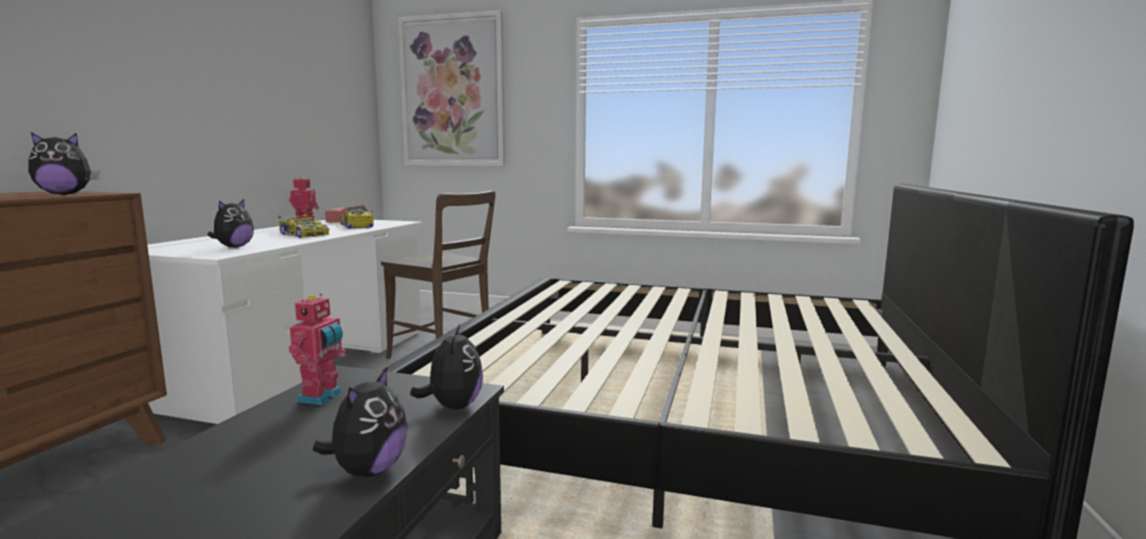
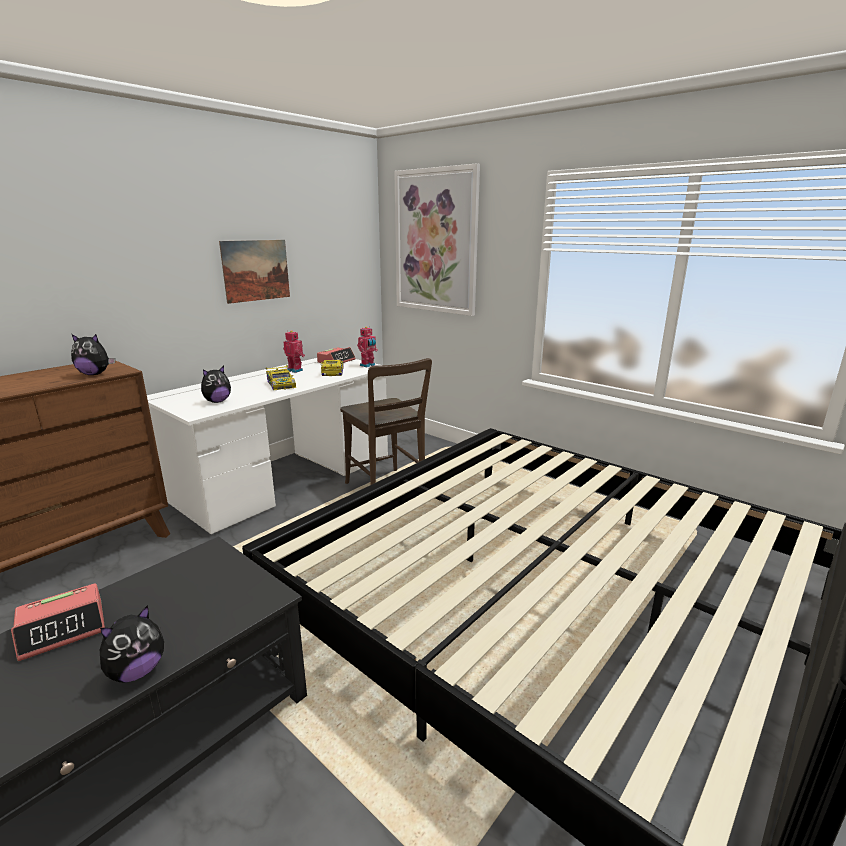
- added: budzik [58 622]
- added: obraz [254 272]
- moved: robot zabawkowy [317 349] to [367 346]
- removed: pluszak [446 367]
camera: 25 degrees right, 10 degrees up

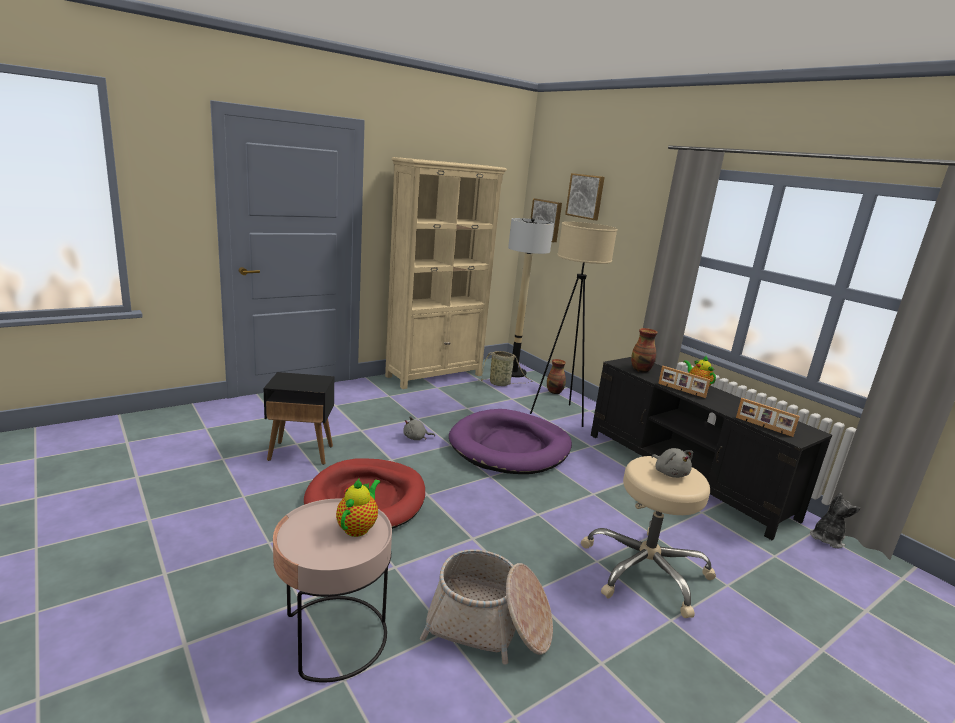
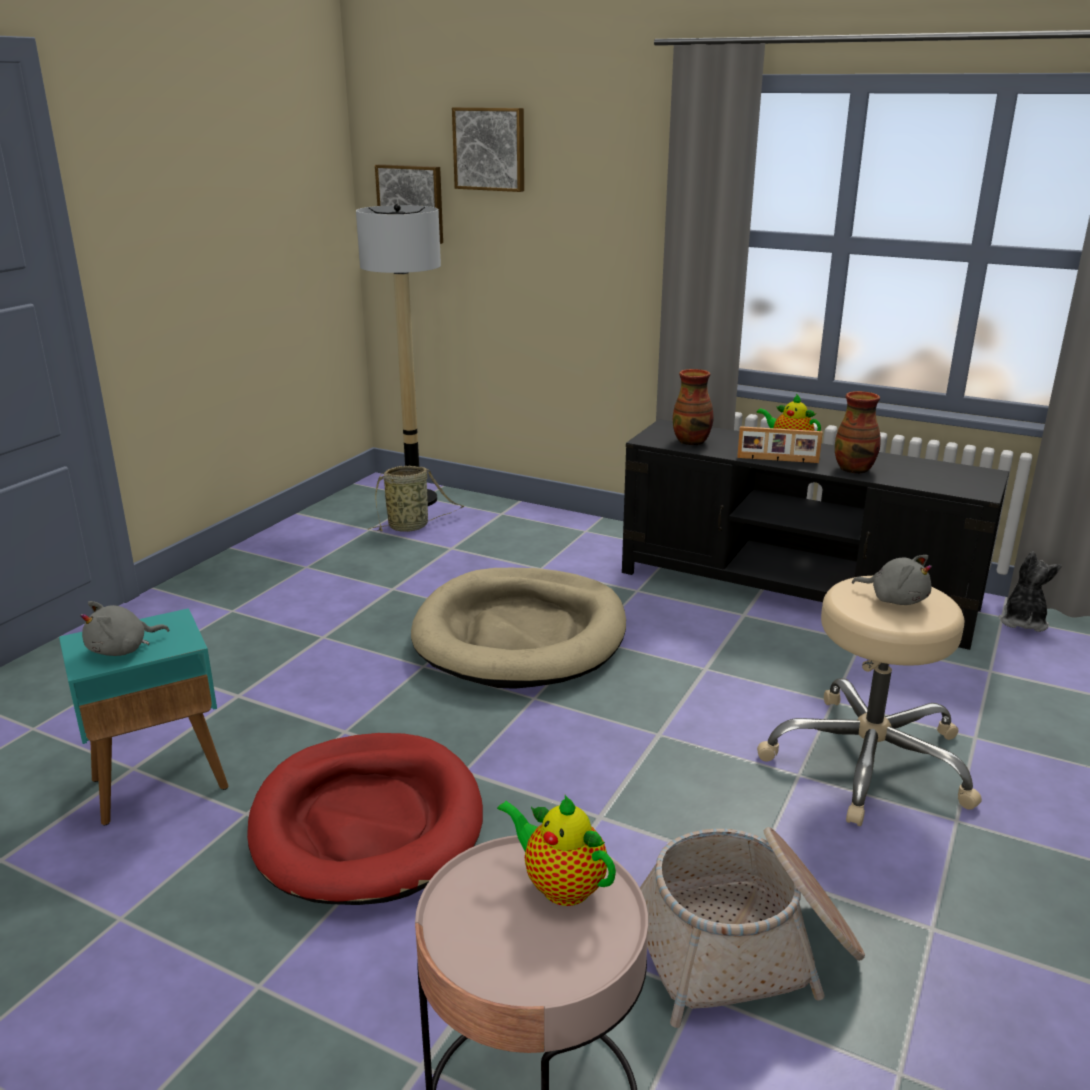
- recoloured: stolik/czarny [299 418] to stolik/turkusowy [143 716]
- moved: pluszak/szary [419 428] to [125 628]
- recoloured: legowisko/fioletowy [510 441] to legowisko/beżowy [518 628]
- turned: imbryk [358 508] = [556 850] 45 degrees counterclockwise
- moved: wazon [556 376] to [858 432]
- removed: regał/beżowy [446 273]
- removed: lampa stojąca/beżowy [573 324]
- removed: ramka na zdjęcie [768 417]
camera: 25 degrees left, 5 degrees up

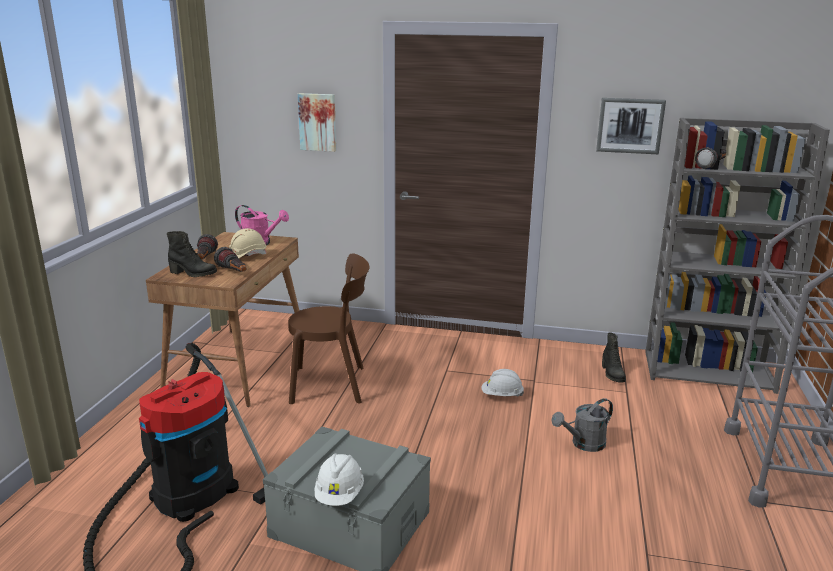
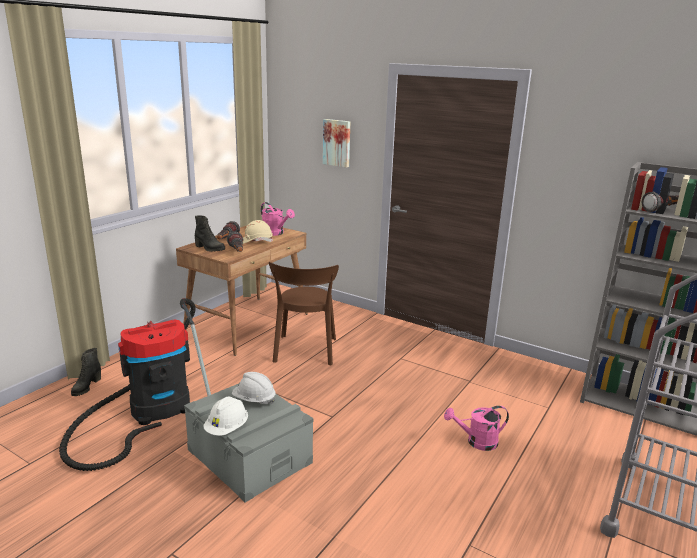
- moved: but z cholewką/czarny [614 357] to [86 372]
- moved: kask/biały [503 382] to [254 388]
- turned: krzesło/brązowy [329 328] = [304 313] 75 degrees clockwise
- recoloured: konewka/szary [582 425] to konewka/różowy [476 428]
- removed: obraz [631 126]
camera: 20 degrees right, 0 degrees up

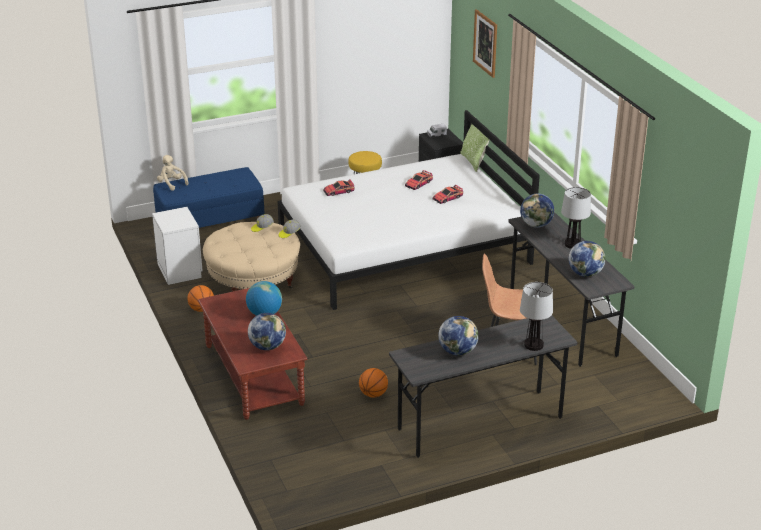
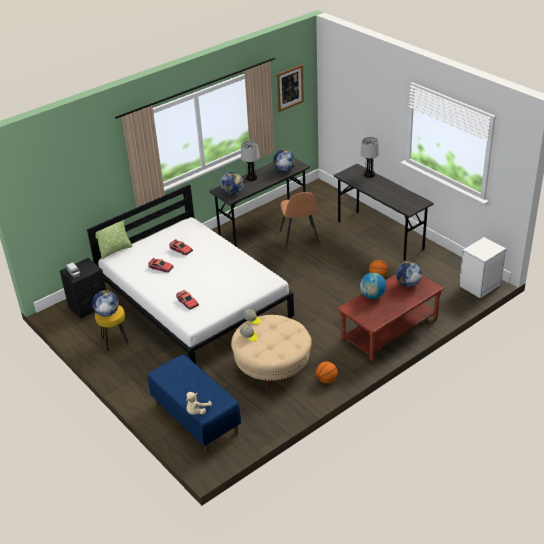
- moved: globus [458 336] to [105 303]
- moved: obraz [485 43] to [290 88]
- moved: szafka nocna/biały [177 246] to [482 267]
camera: 105 degrees left, 5 degrees up

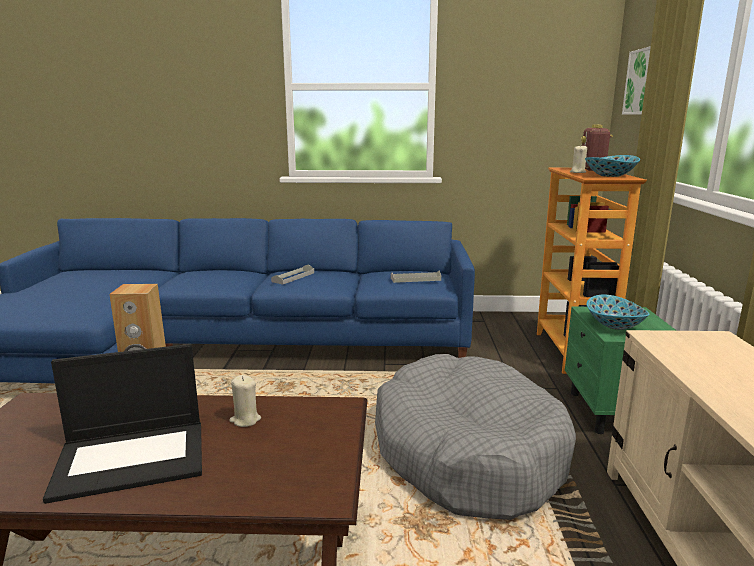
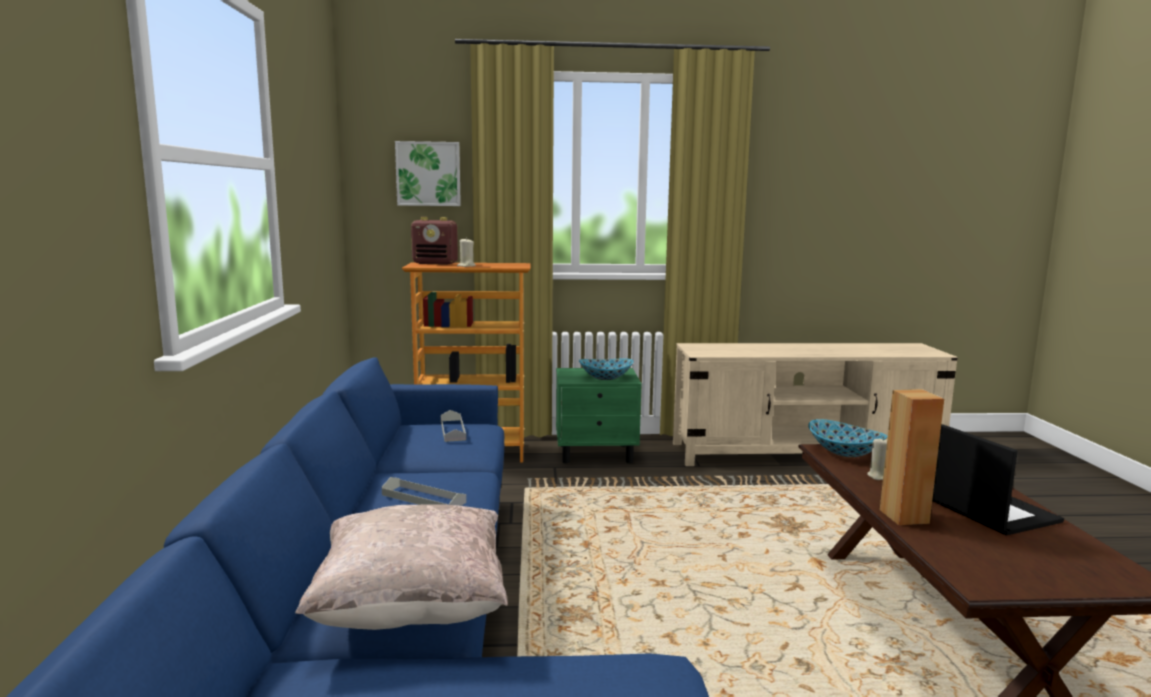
- added: poduszka/beżowy [401 567]
- moved: miska [612 166] to [847 438]
- removed: legowisko/szary [475 437]
camera: 95 degrees left, 5 degrees down

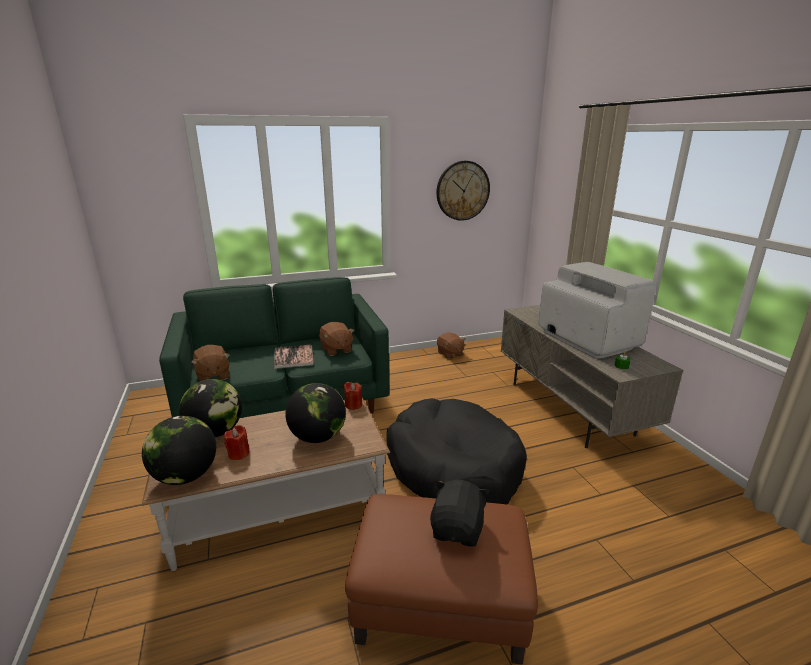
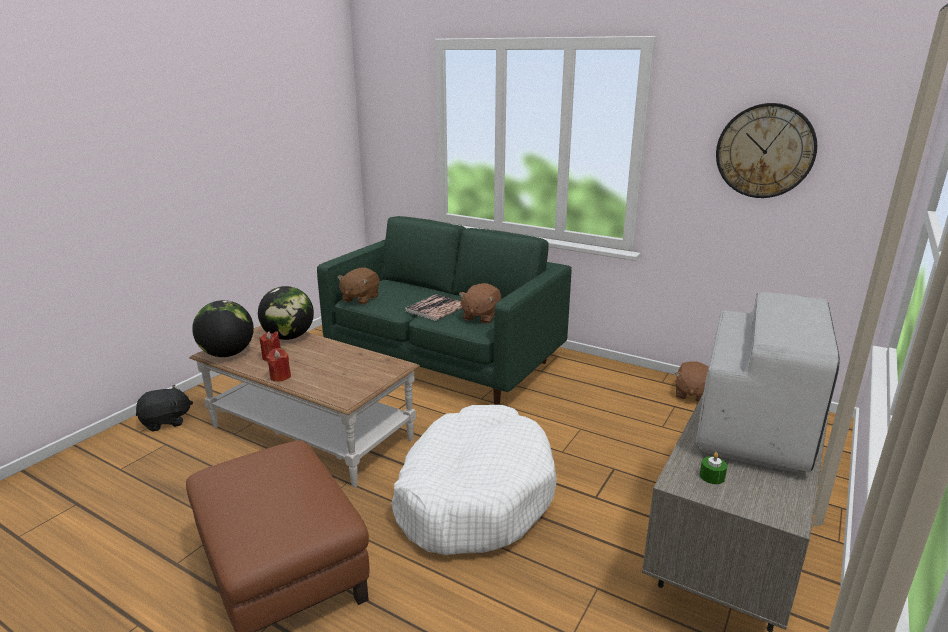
- moved: pluszak/czarny [460 513] to [164 408]
- moved: świeca/czerwony [353 396] to [278 365]
- recoloured: legowisko/czarny [456 451] to legowisko/biały [474 480]
- removed: globus [315 413]
camera: 50 degrees right, 0 degrees up

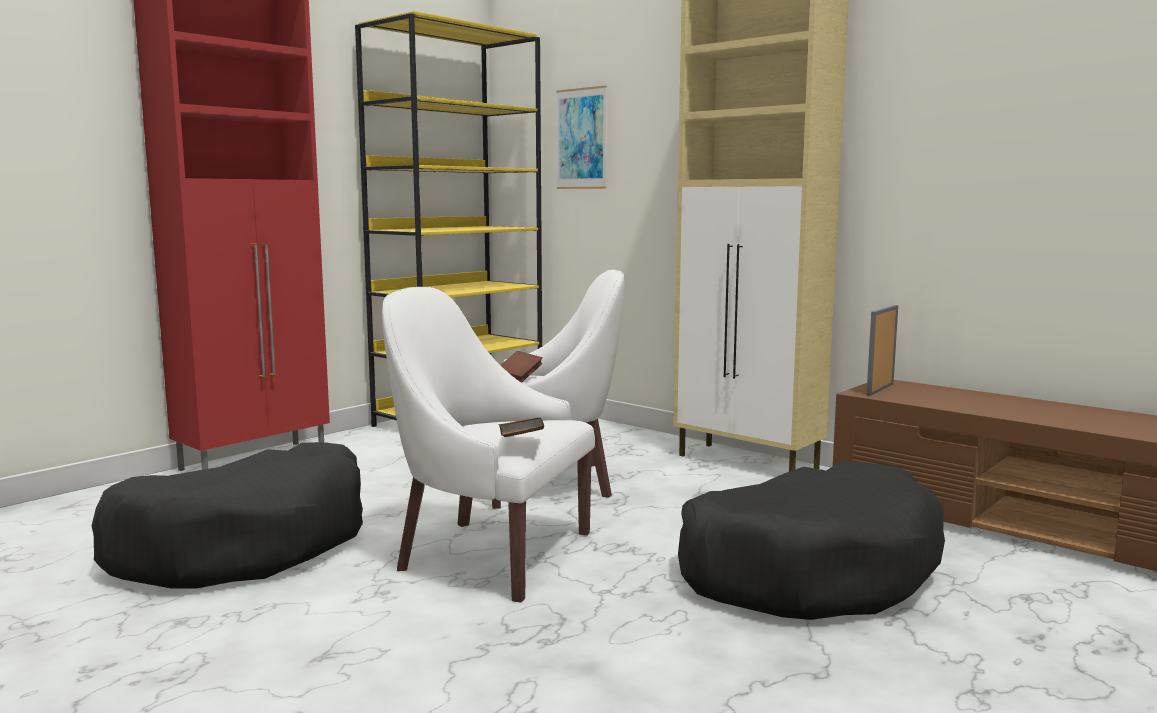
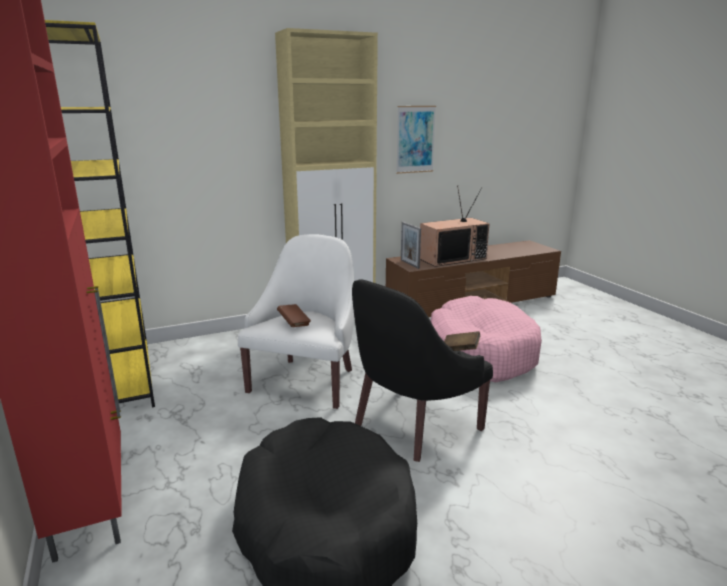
- recoloured: fotel/biały [488 445] to fotel/czarny [422 370]
- moved: obraz [581 137] to [416 140]
- added: telewizor [455 226]
- recoloured: legowisko/czarny [811 541] to legowisko/różowy [486 339]
camera: 65 degrees left, 10 degrees up

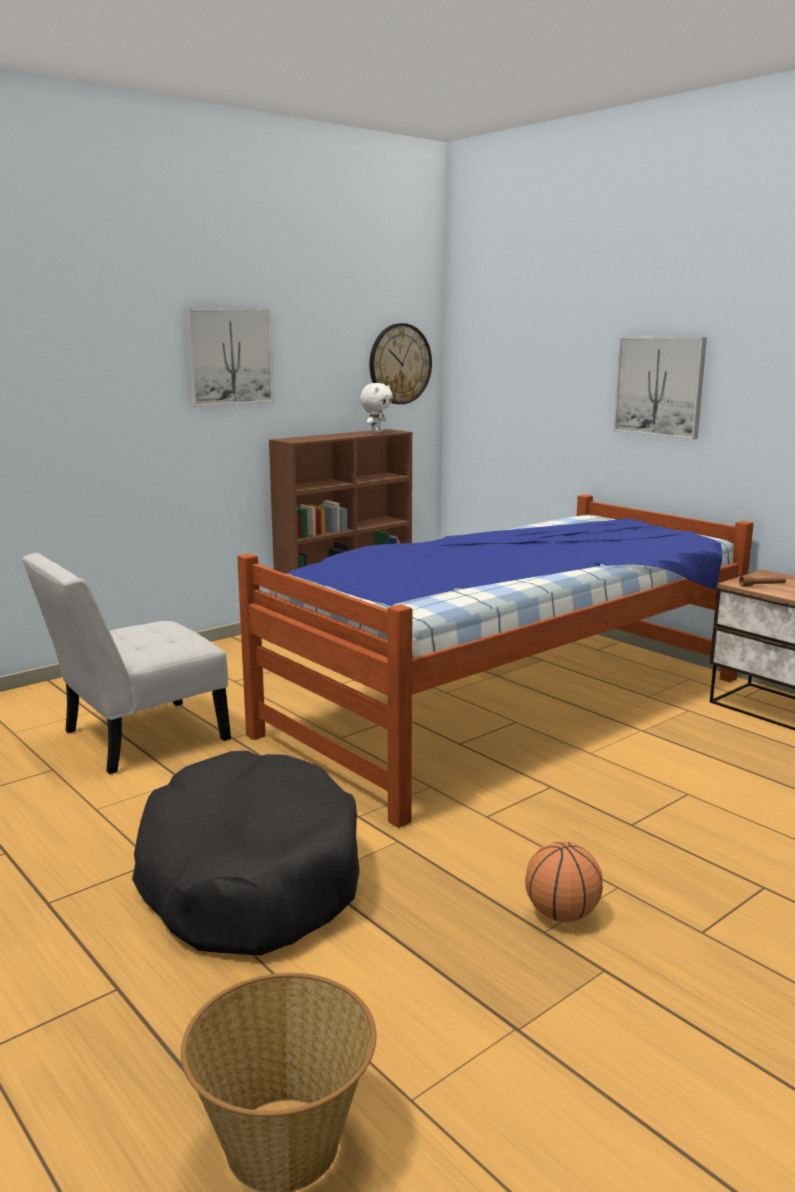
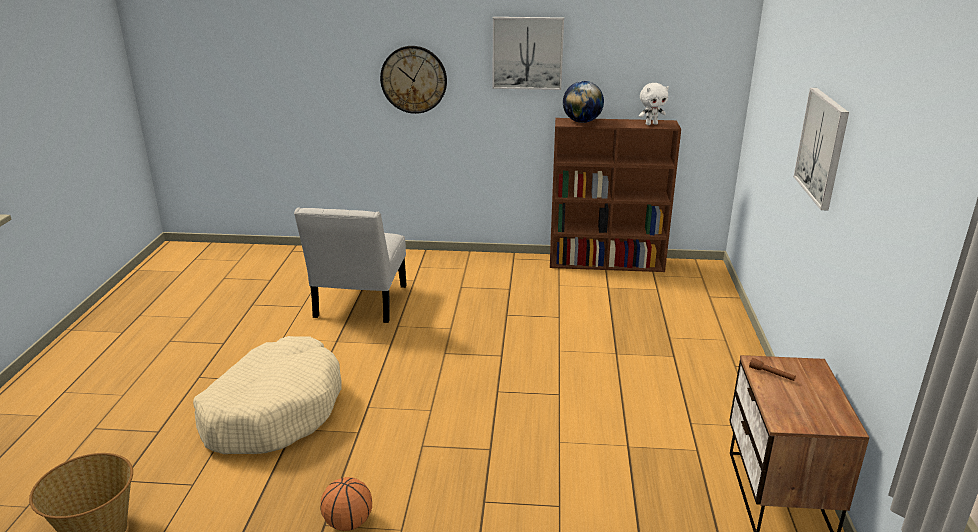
- recoloured: legowisko/czarny [246 853] to legowisko/beżowy [267 395]
- turned: krzesło/biały [126 663] = [350 265] 90 degrees counterclockwise
- moved: zegar ścienny [401 363] to [413 80]
- added: globus [583 102]
- removed: łóżko [495 661]
camera: 45 degrees right, 10 degrees up

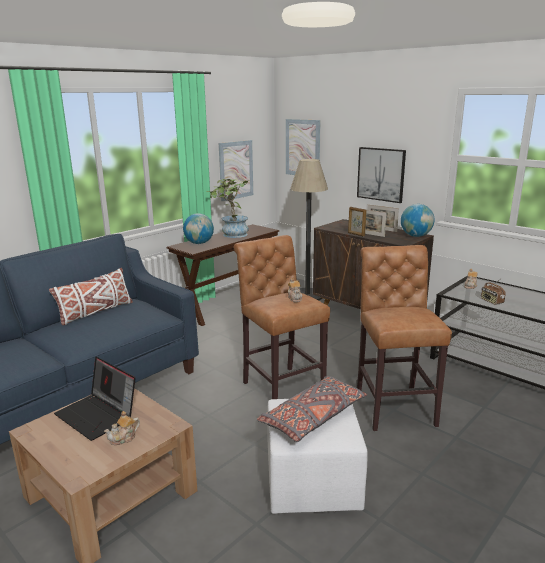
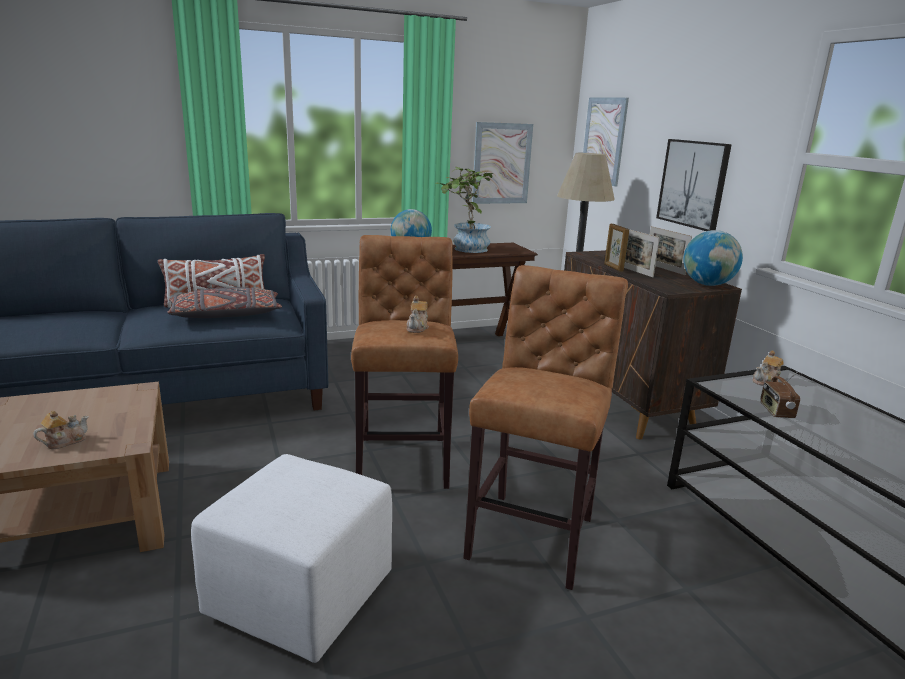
- turned: imbryk [122 428] = [61 430] 150 degrees clockwise
- moved: poduszka/szary [312 409] to [225 302]
- removed: laptop [95 399]
camera: 25 degrees right, 0 degrees up

